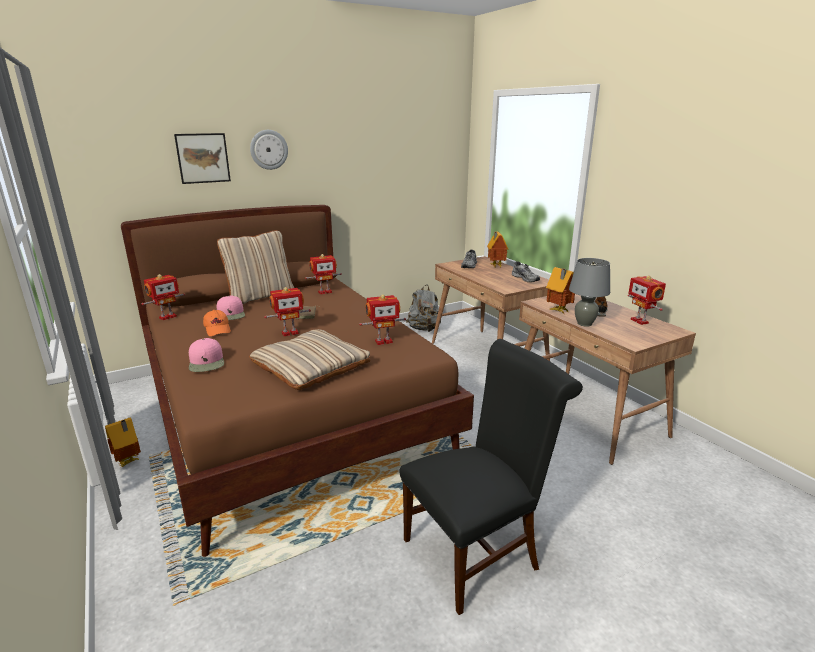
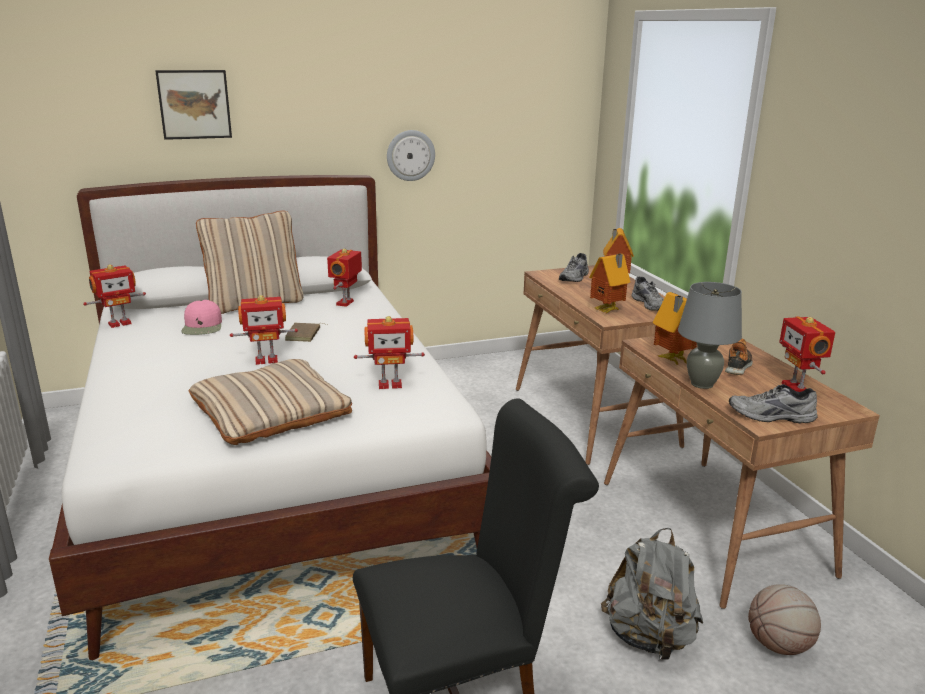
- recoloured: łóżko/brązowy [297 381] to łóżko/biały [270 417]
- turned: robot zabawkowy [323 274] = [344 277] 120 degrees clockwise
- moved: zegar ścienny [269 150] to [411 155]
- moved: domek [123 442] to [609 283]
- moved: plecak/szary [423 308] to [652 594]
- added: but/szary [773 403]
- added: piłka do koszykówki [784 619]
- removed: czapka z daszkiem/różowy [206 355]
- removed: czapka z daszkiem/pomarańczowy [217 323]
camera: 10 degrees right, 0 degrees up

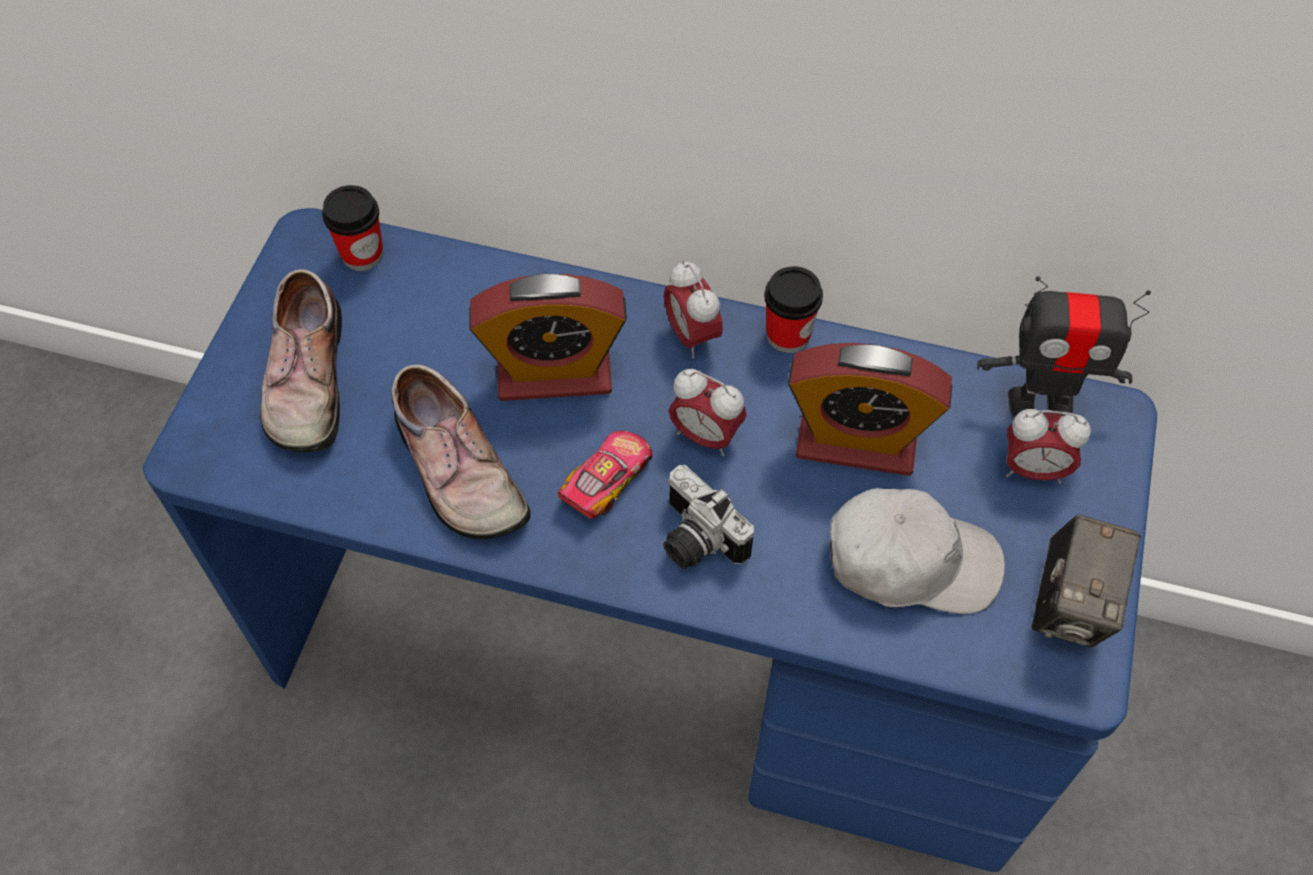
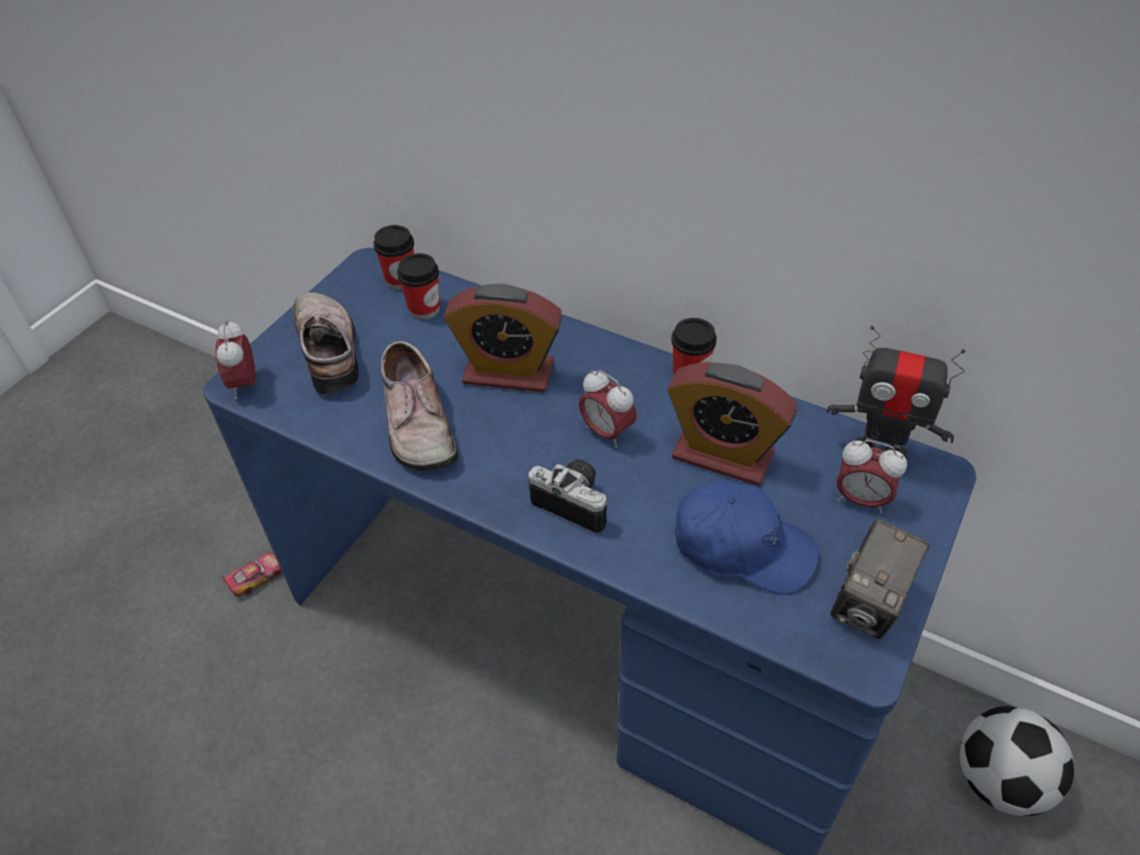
- moved: budzik [693 309] to [235 359]
- moved: samochodzik [605 475] to [252 574]
- turned: but [301 360] = [326 343] 150 degrees clockwise
- added: filiżanka [418 286]
- turned: aparat fotograficzny [708 517] = [568 496] 150 degrees clockwise
- recoloured: czapka z daszkiem/biały [917 551] to czapka z daszkiem/niebieski [747 537]
- added: piłka futbolowa [1017 761]
camera: 15 degrees right, 10 degrees down

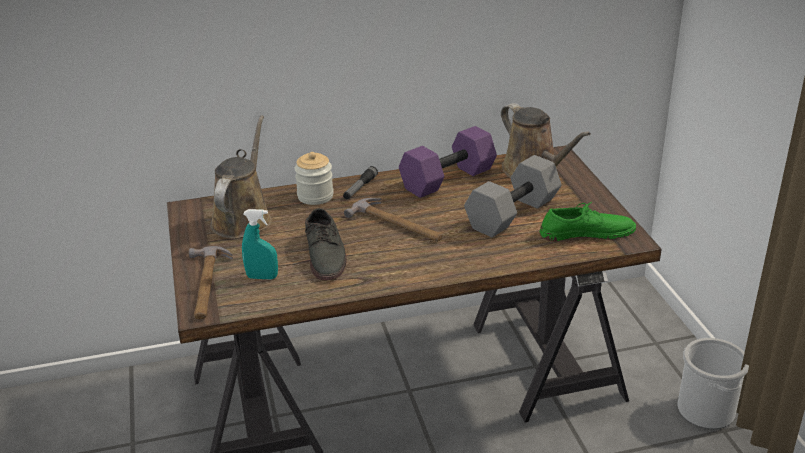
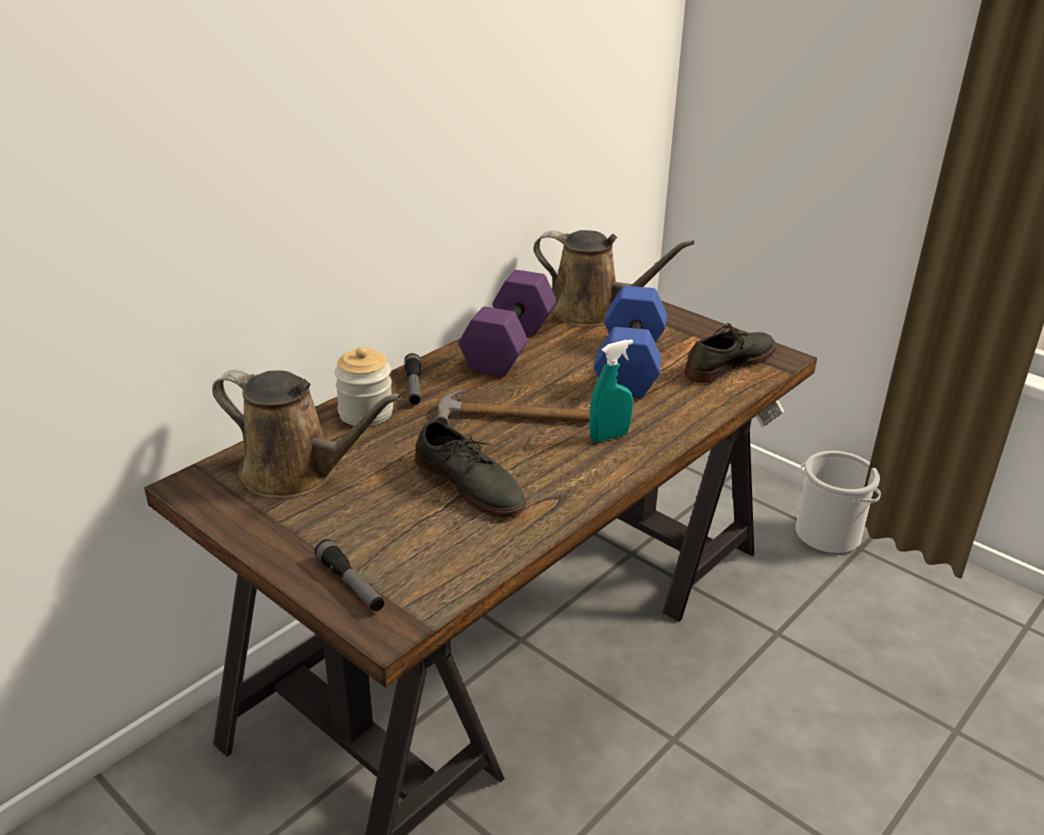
- turned: konewka/brązowy [241 177] = [307 434] 135 degrees clockwise
- replaced: młotek [211 283] to latarka [349 575]
- moved: spryskiwacz/turkusowy [260 244] to [611 390]
- recoloured: hantel/szary [513 196] to hantel/niebieski [630 342]
- recoloured: but/zielony [588 221] to but/szary [730 353]
camera: 35 degrees left, 0 degrees up

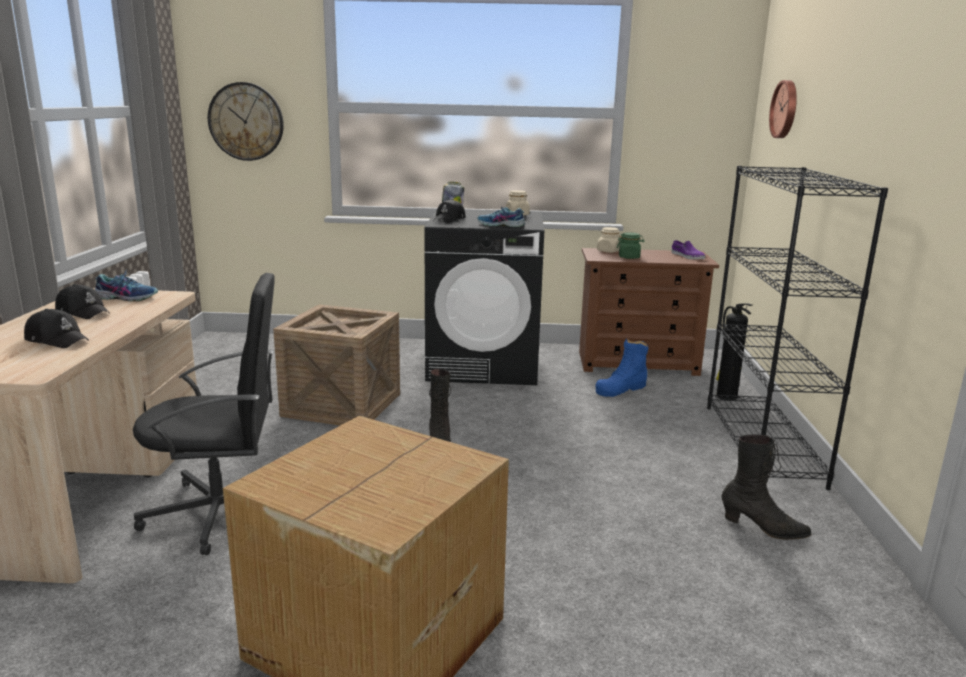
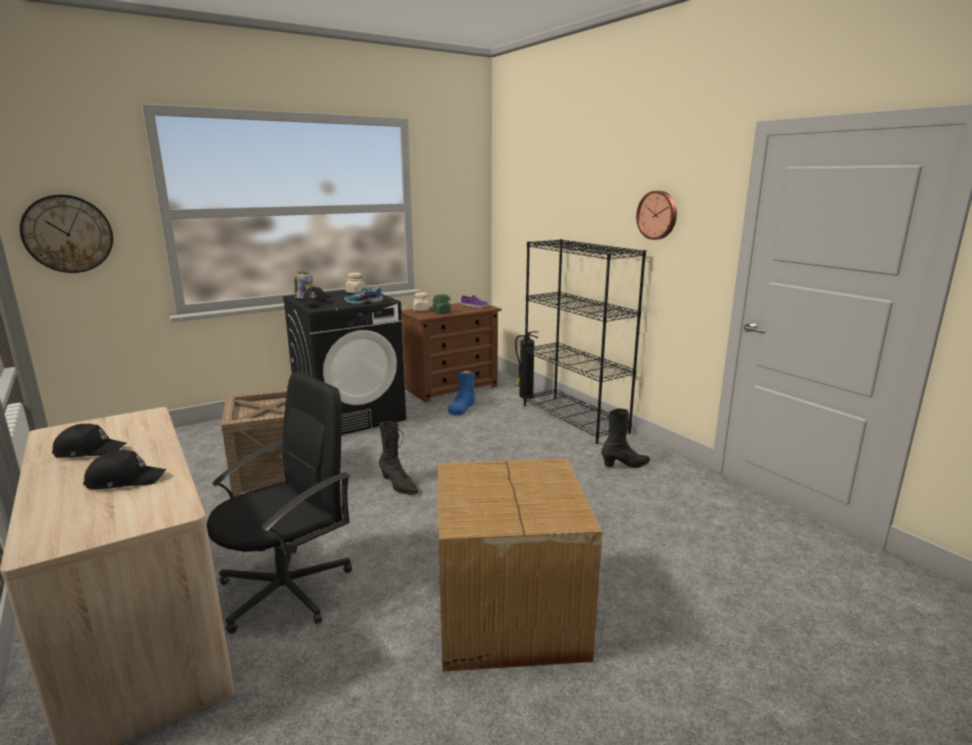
- moved: zegar ścienny [783 109] to [656 215]
- removed: but [126 285]
camera: 35 degrees left, 0 degrees up

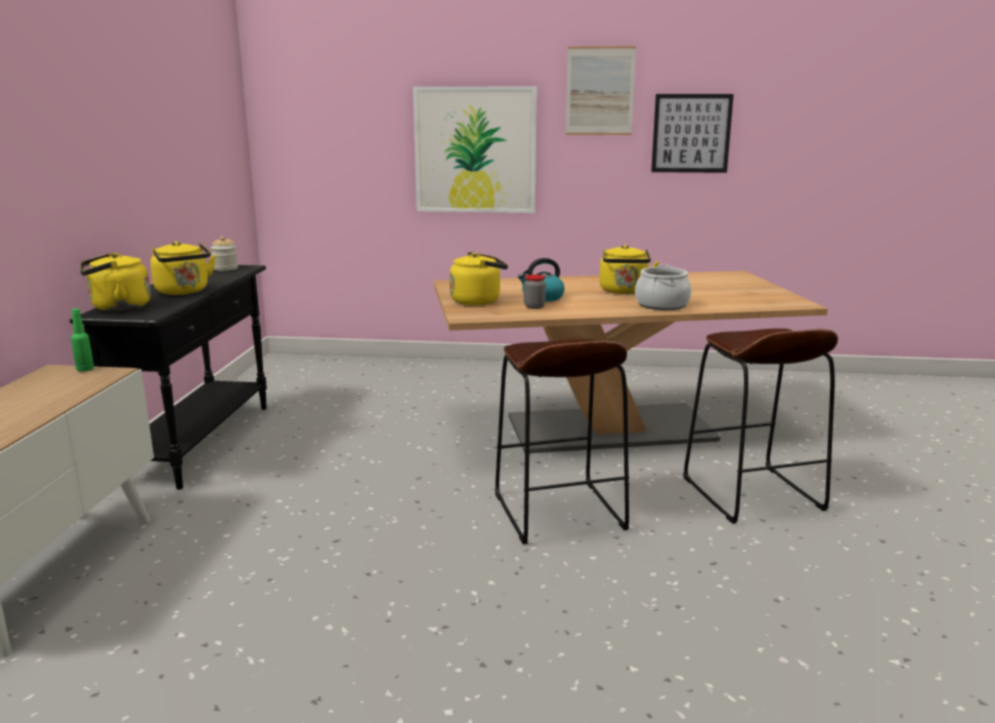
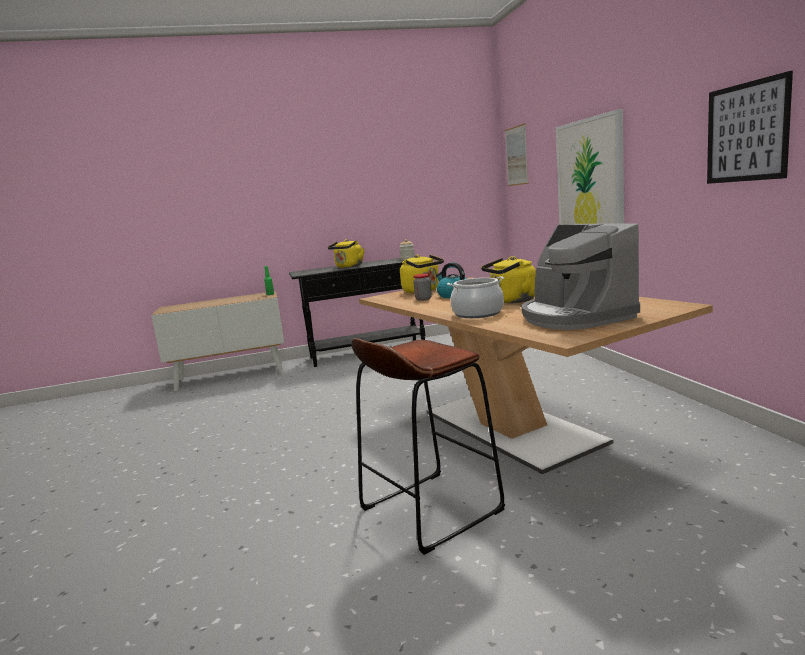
- moved: obraz [601 90] to [517 154]
- added: ekspres do kawy [580 276]
- removed: czajnik/żółty [115 282]
- removed: stołek/brązowy [562 441]
camera: 70 degrees right, 5 degrees down

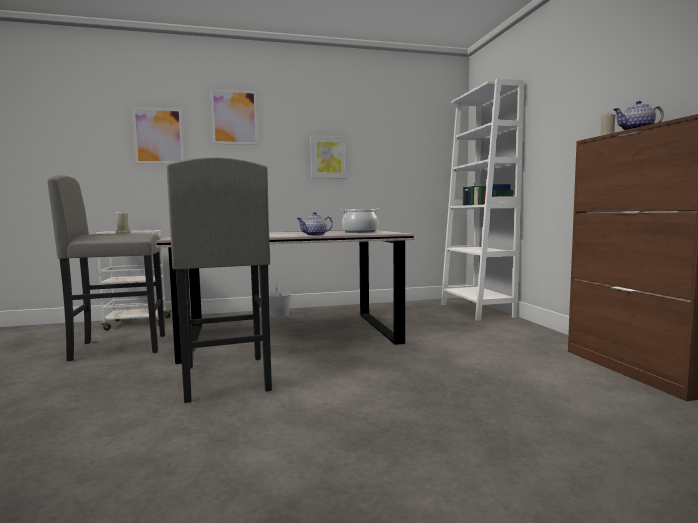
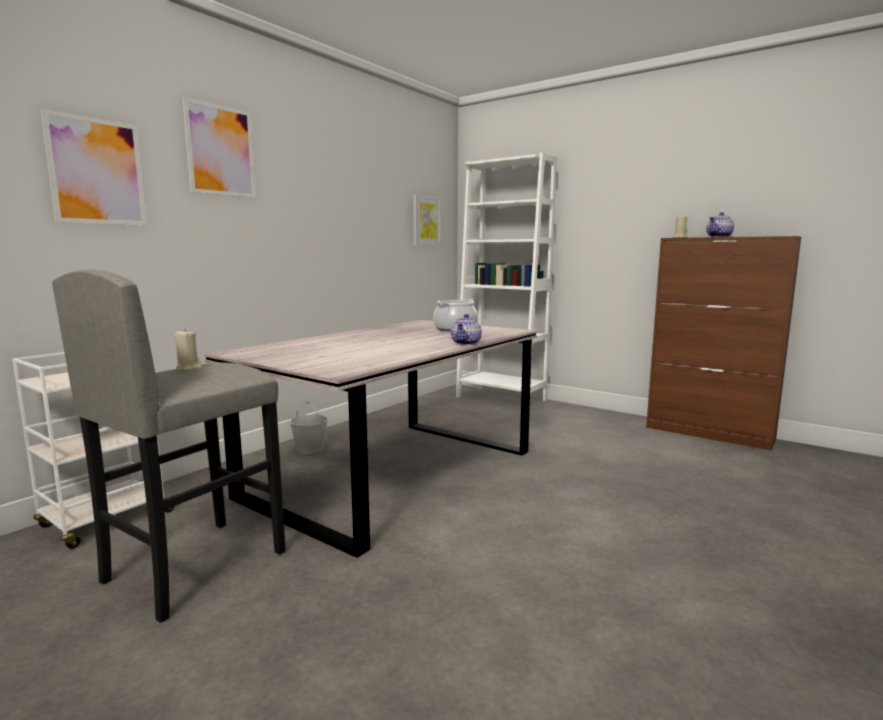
- moved: obraz [328 157] to [427 220]
- removed: stołek/szary [219 280]
camera: 40 degrees left, 5 degrees up

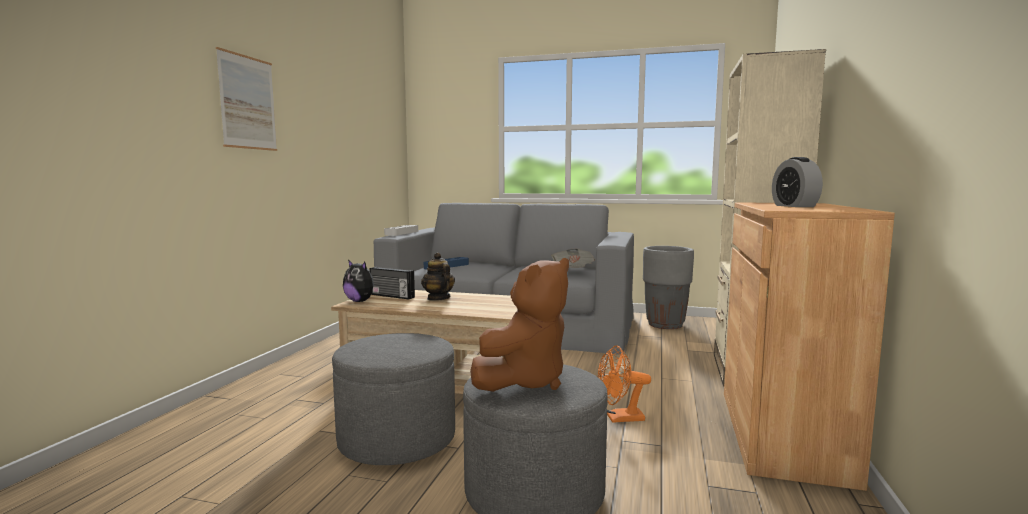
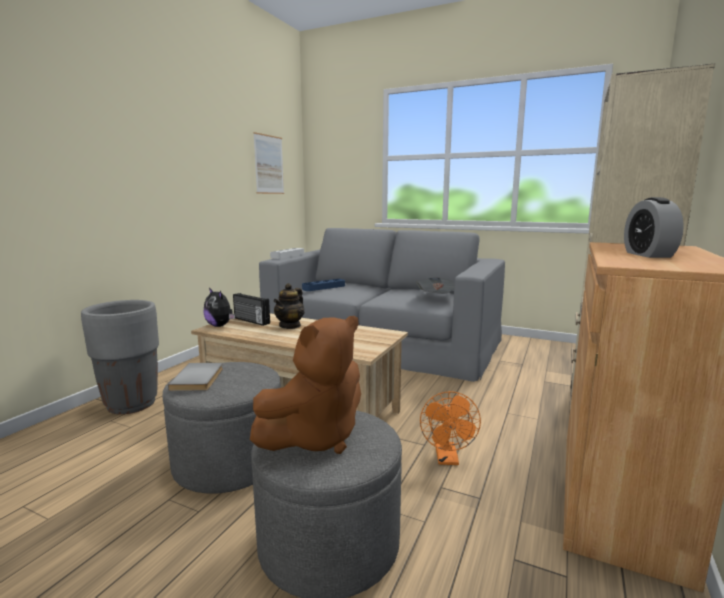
- moved: donica/szary [668 287] to [120 357]
- added: książka/szary [195 377]
- moved: obraz [246 99] to [268 163]
- turned: imbryk [438 276] = [289 306] 135 degrees counterclockwise
- turned: wentylator/pomarańczowy [624 384] = [450 428] 90 degrees counterclockwise
camera: 10 degrees right, 5 degrees up

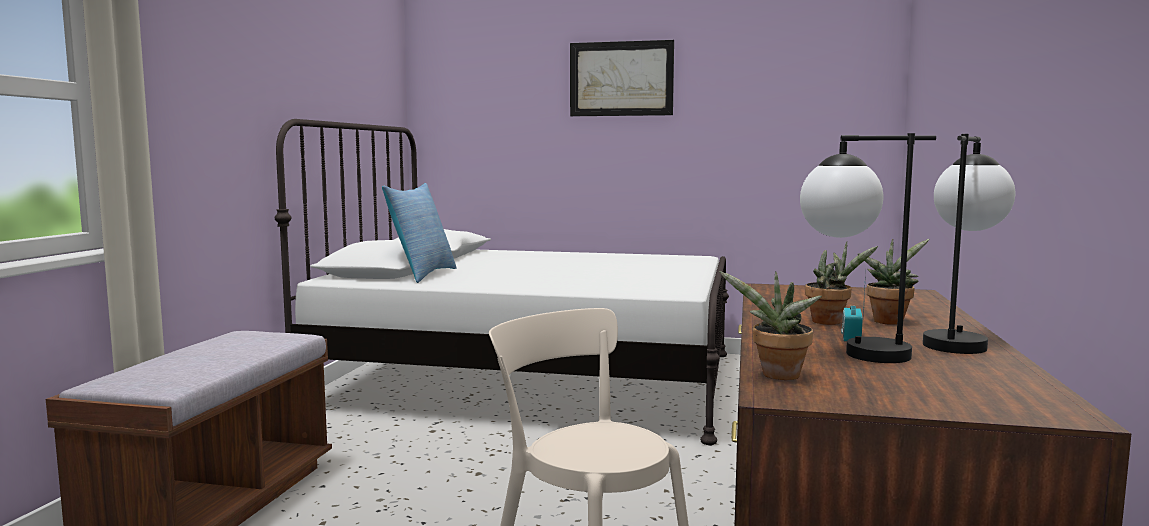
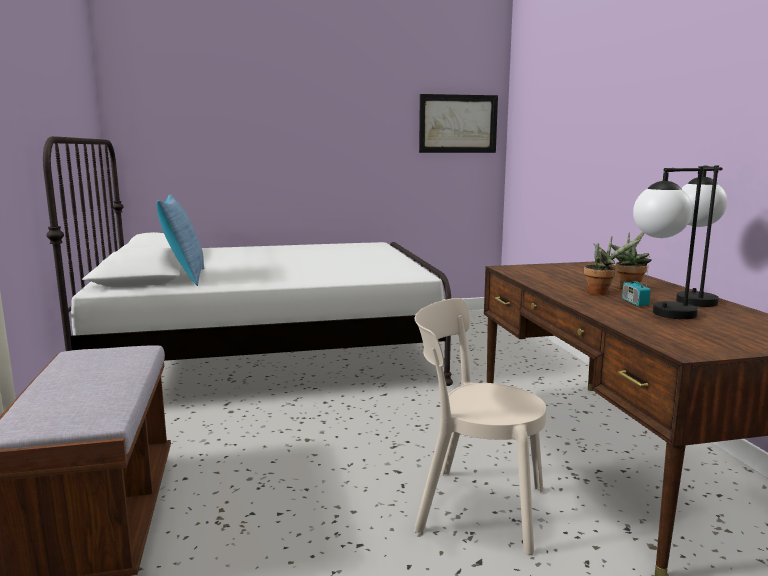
- moved: obraz [622 78] to [458 123]
- removed: roślina doniczkowa [770 325]
camera: 25 degrees left, 5 degrees up

